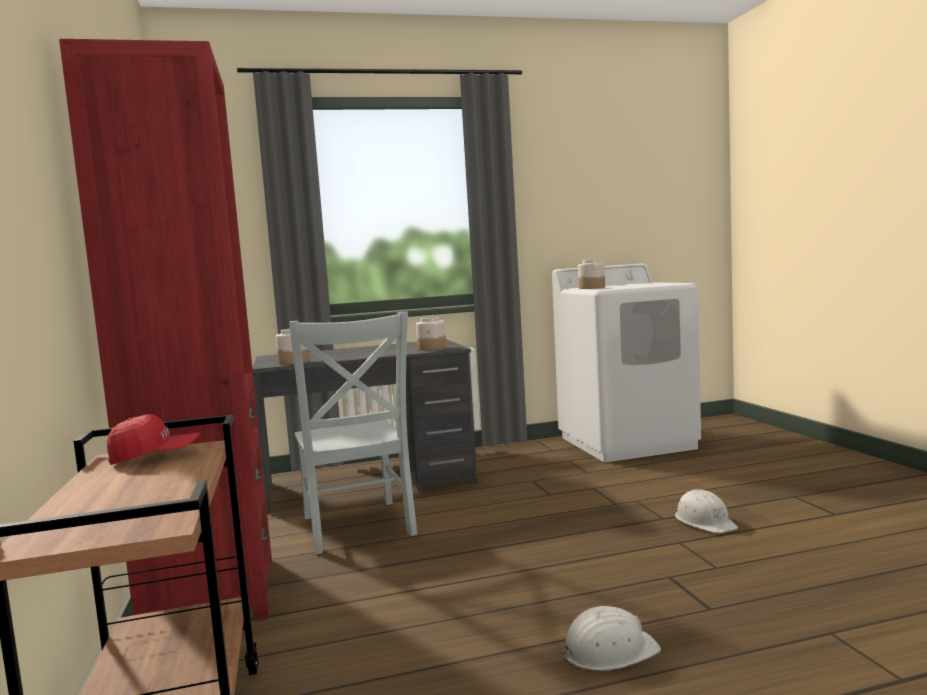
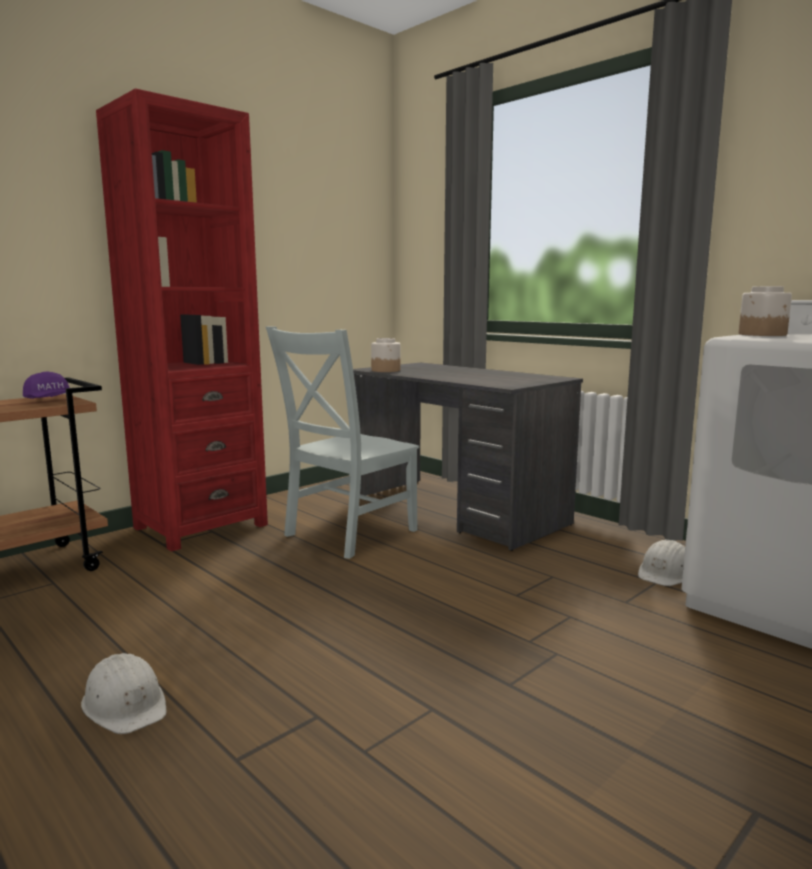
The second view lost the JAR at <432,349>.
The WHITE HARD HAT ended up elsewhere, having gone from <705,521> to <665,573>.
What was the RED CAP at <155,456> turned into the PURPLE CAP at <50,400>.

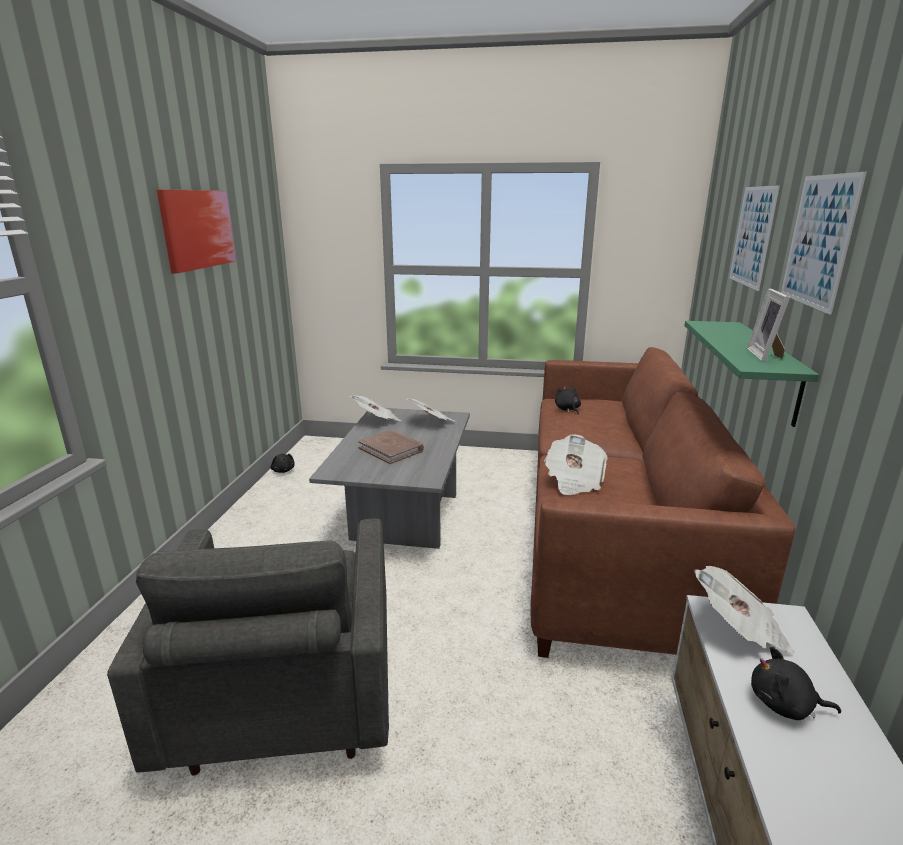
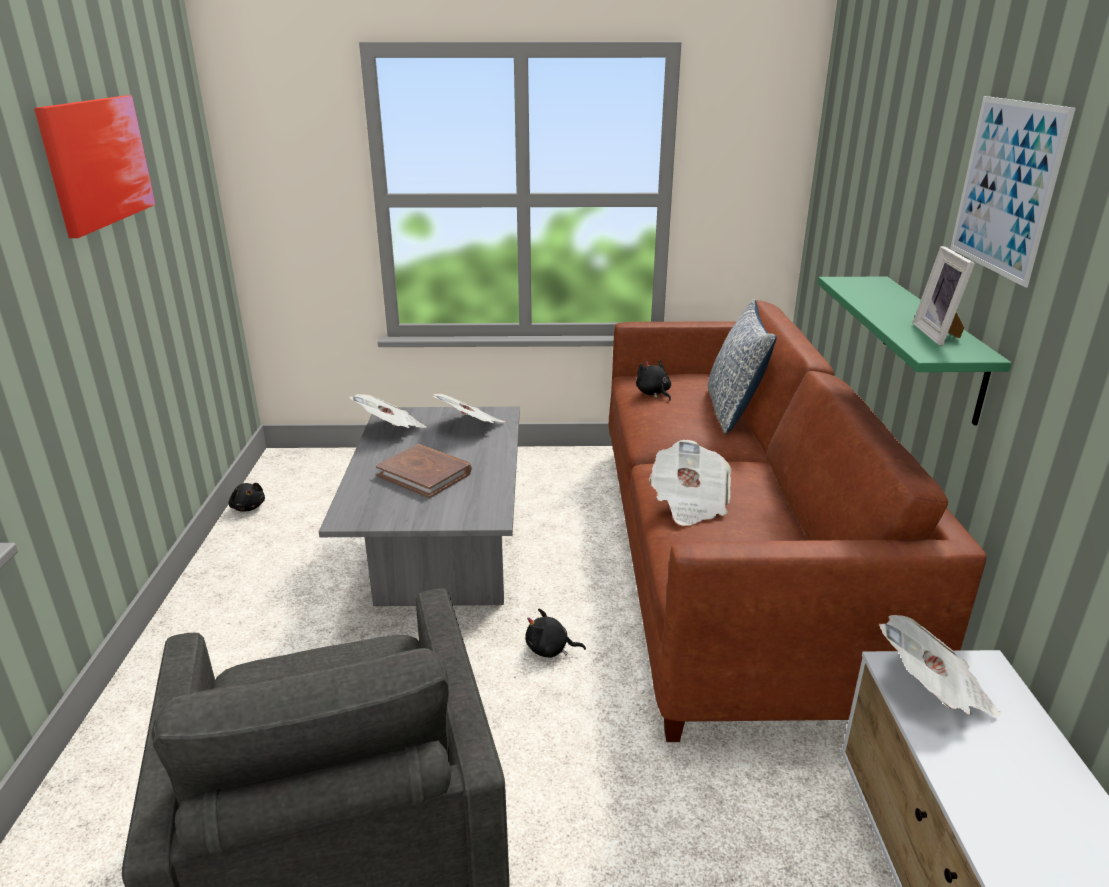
The second view lost the PICTURE at <752,236>.
The second view gained the PILLOW at <733,411>.
The BLACK PLUSH TOY ended up elsewhere, having gone from <784,705> to <550,649>.

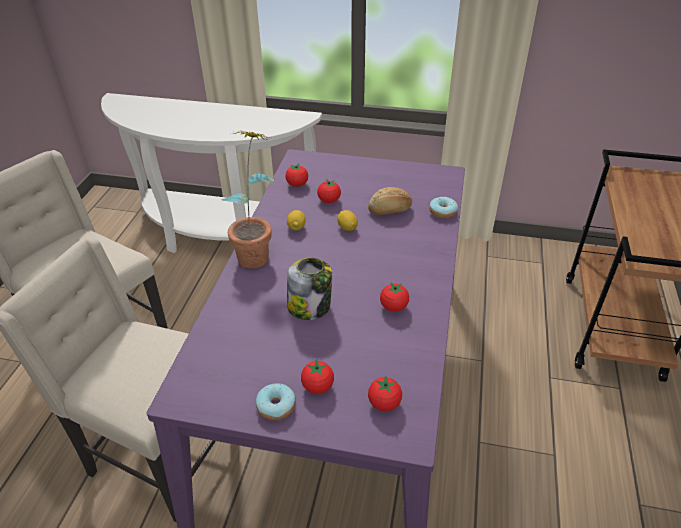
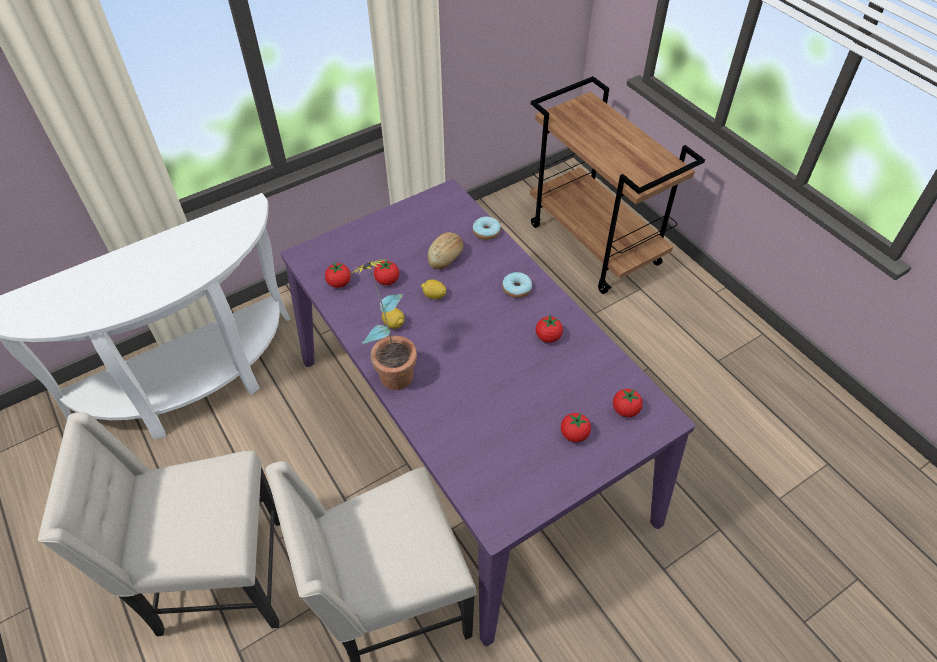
The second view lost the JAR at <310,307>.
The DONUT ended up elsewhere, having gone from <276,406> to <516,289>.

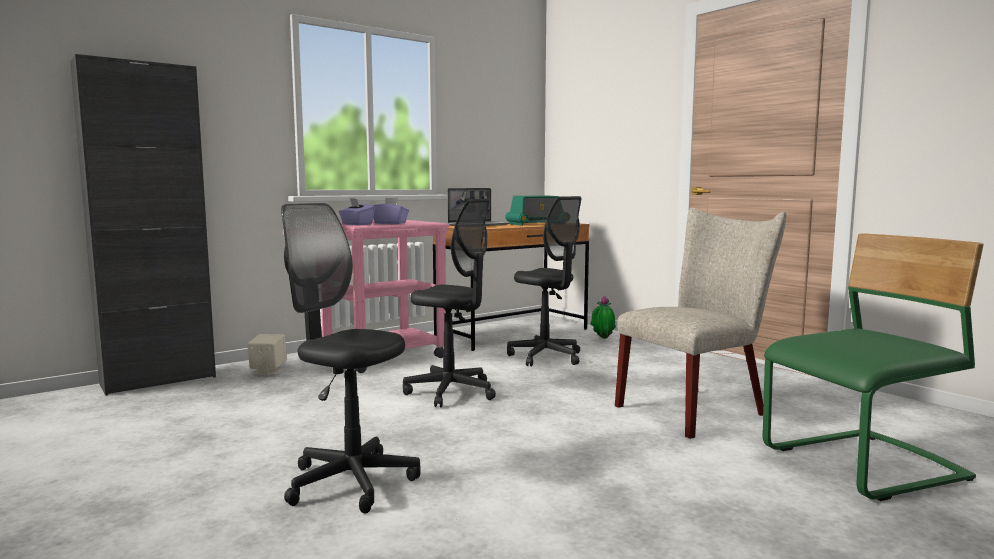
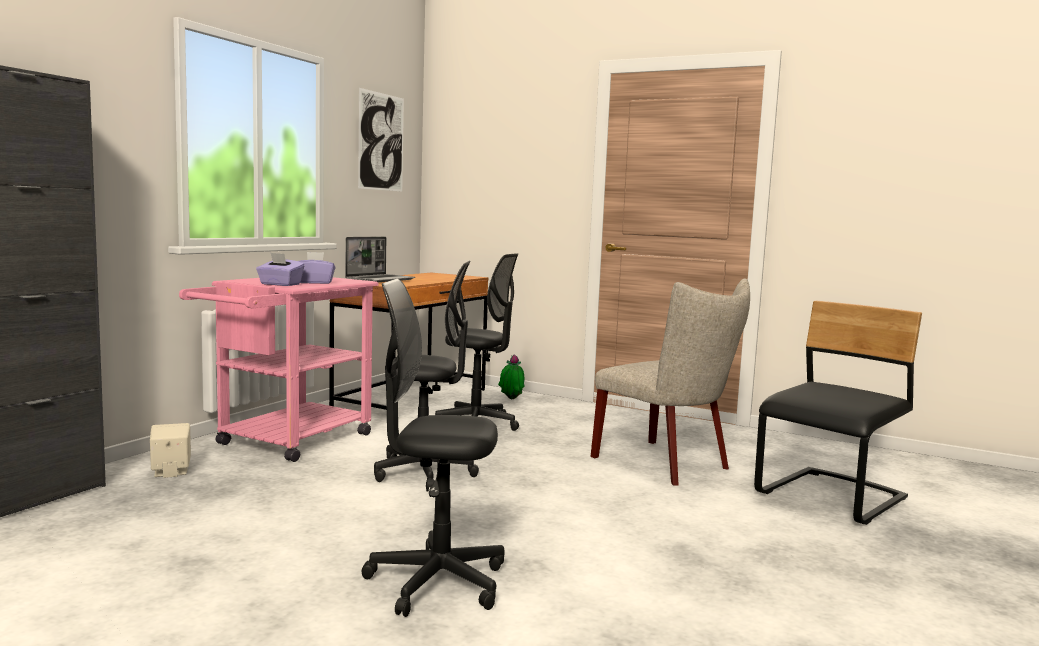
The second view lost the RADIO at <537,224>.
The second view gained the PICTURE at <381,142>.
What was the GREEN CHAIR at <864,466> turned into the BLACK CHAIR at <832,498>.
The BEIGE CHAIR at <697,409> ended up facing another way, 105 degrees clockwise from before.

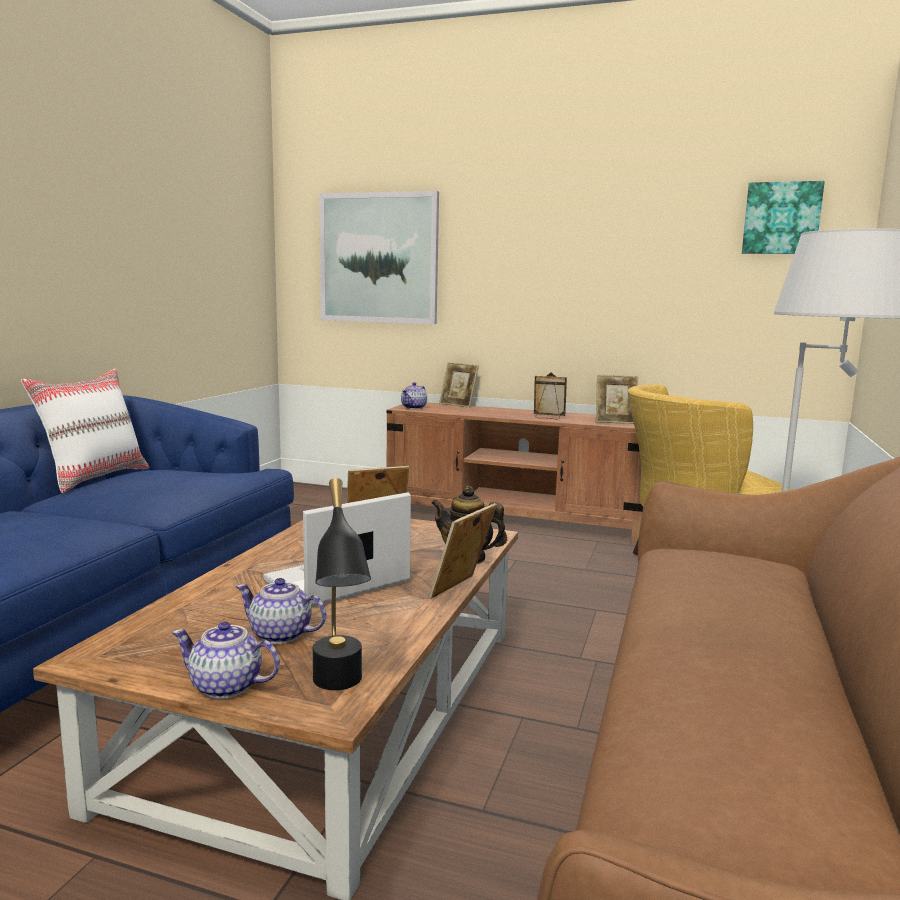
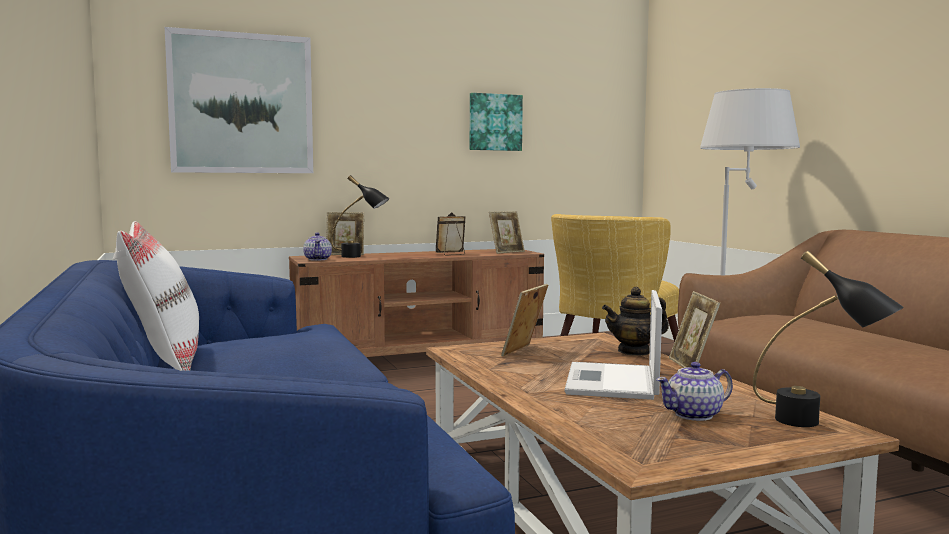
The second view lost the TEAPOT at <226,687>.
The second view gained the BLACK TABLE LAMP at <360,257>.
The PICTURE ended up elsewhere, having gone from <781,218> to <495,122>.

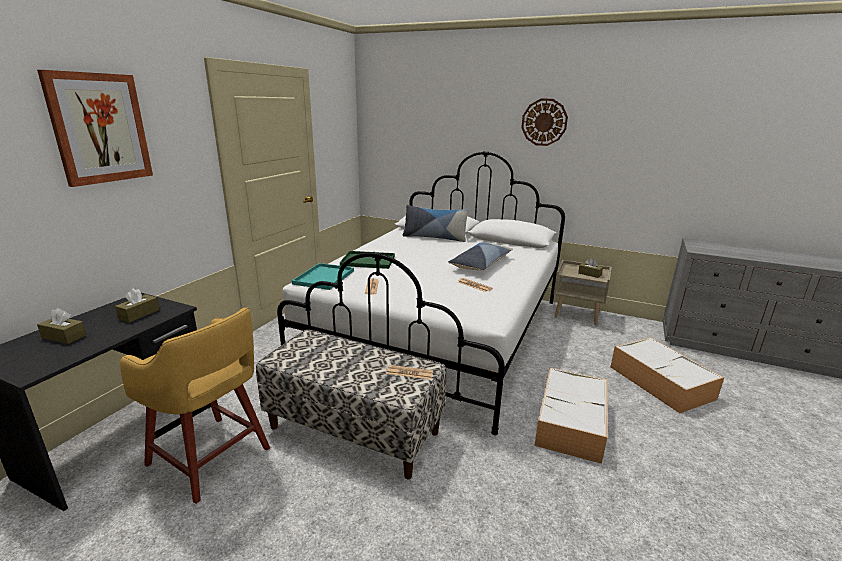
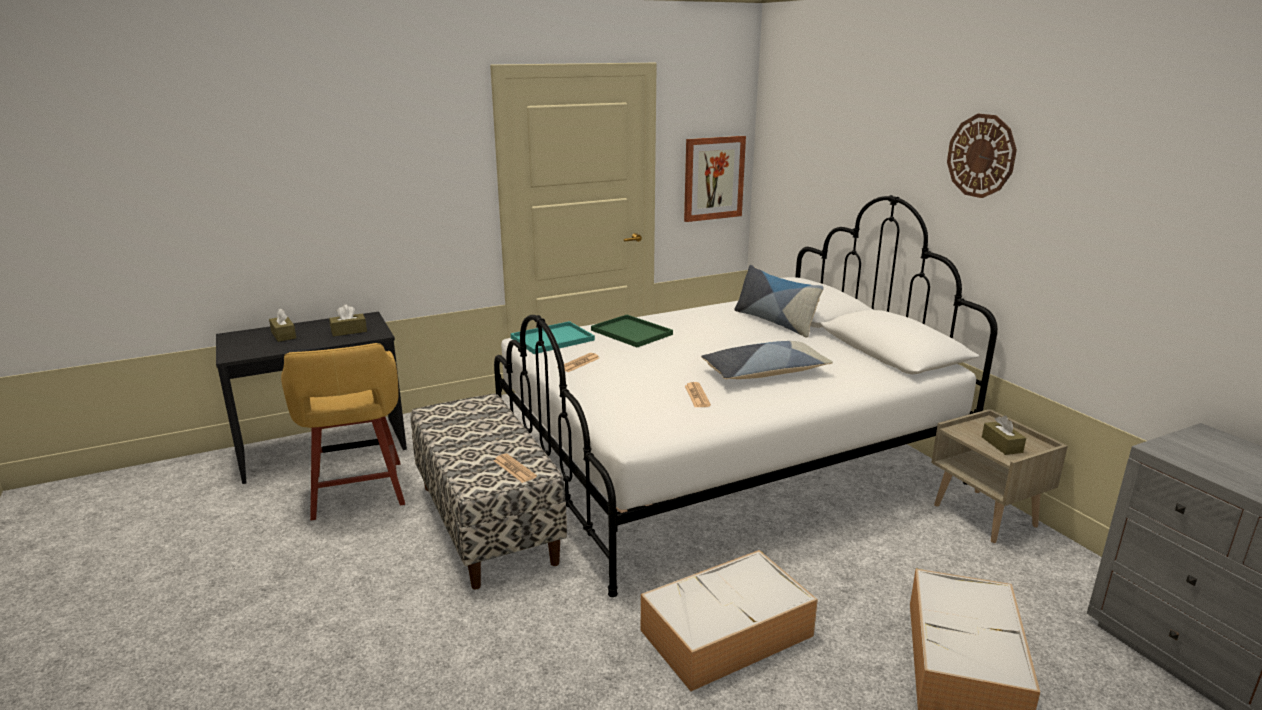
The PICTURE ended up elsewhere, having gone from <100,128> to <713,178>.

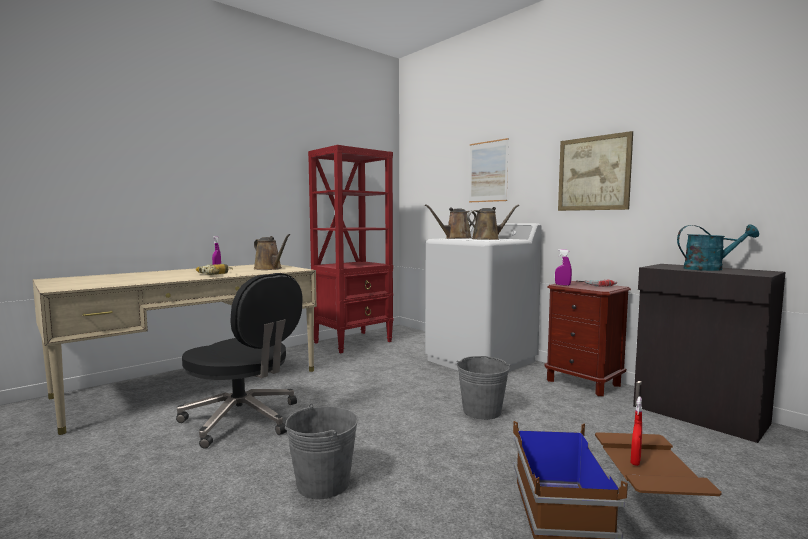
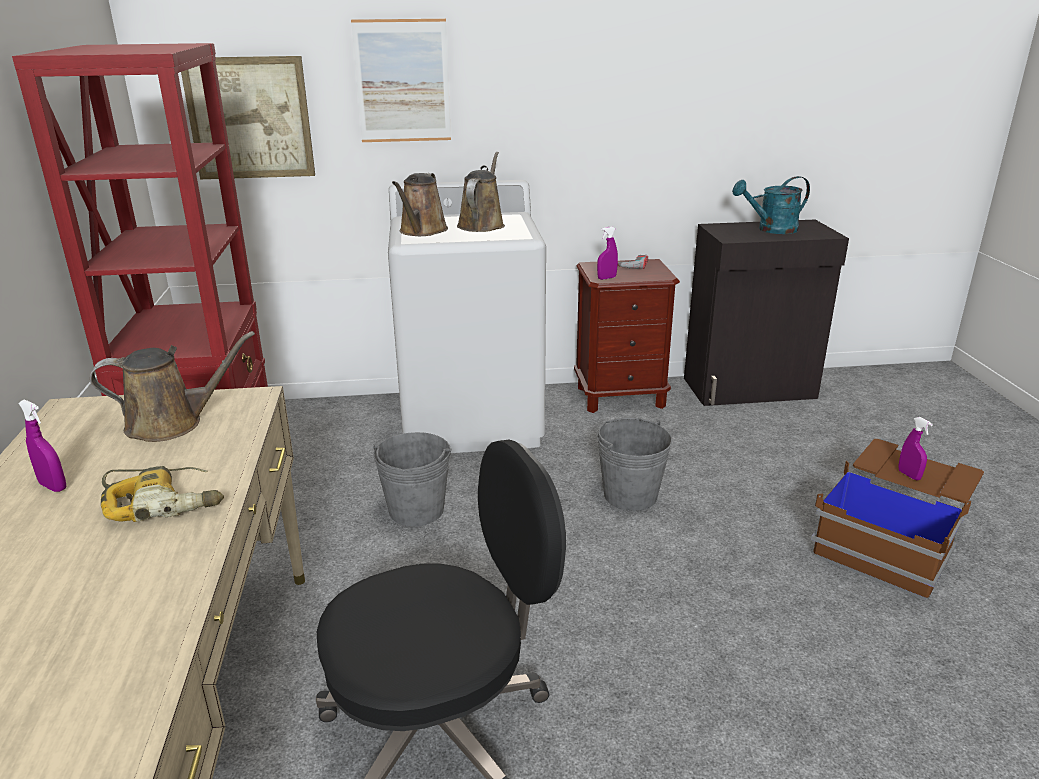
The GREY BUCKET ended up elsewhere, having gone from <323,483> to <416,510>.
The PICTURE ended up elsewhere, having gone from <593,173> to <250,118>.
What was the RED SPRAY BOTTLE at <635,461> turned into the PURPLE SPRAY BOTTLE at <909,475>.
The TURQUOISE WATERING CAN at <710,269> ended up facing another way, 150 degrees counterclockwise from before.

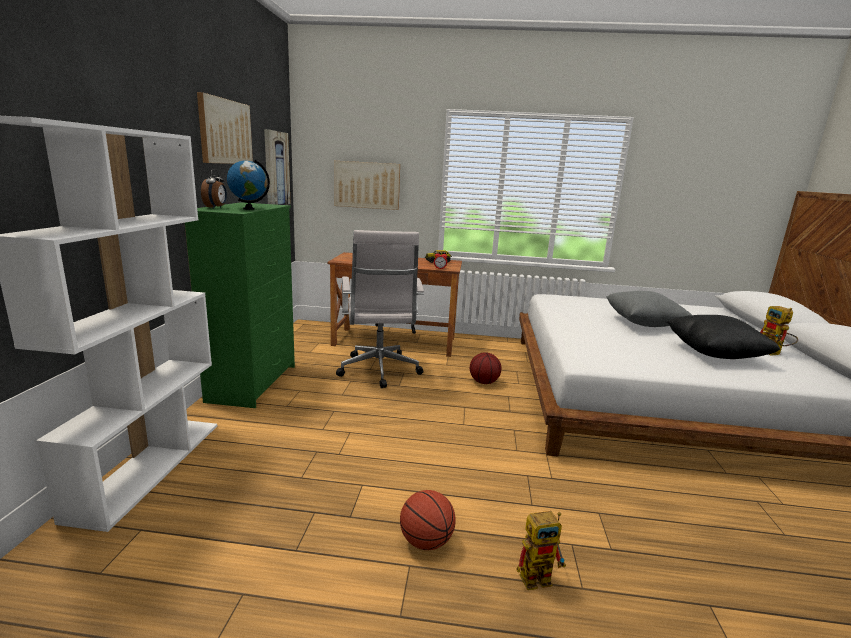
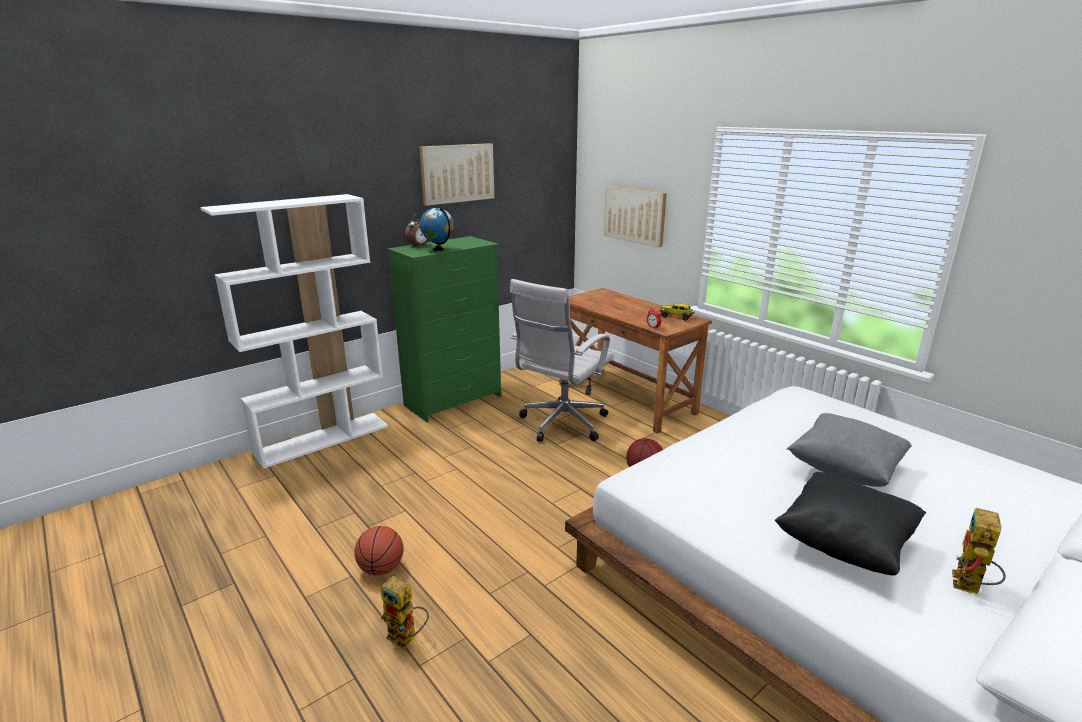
The second view lost the PICTURE at <276,168>.

